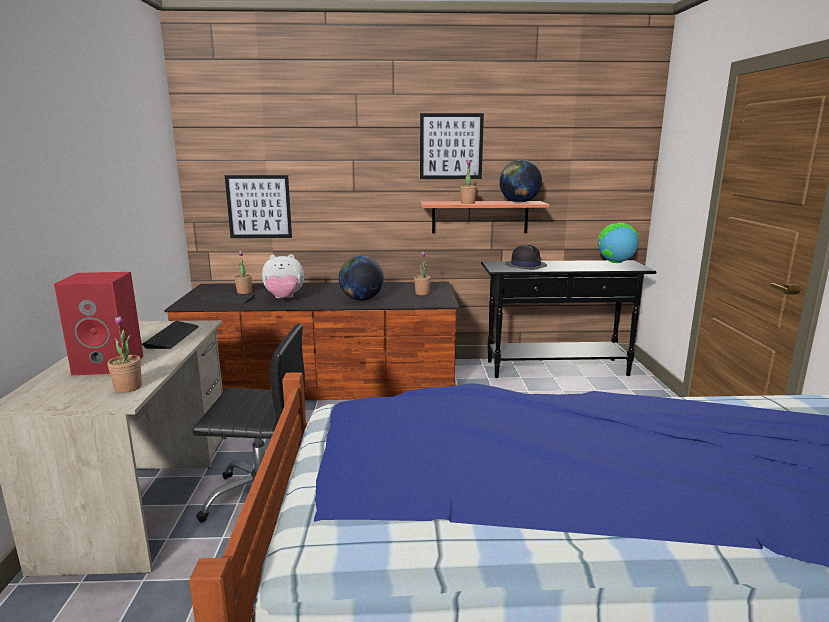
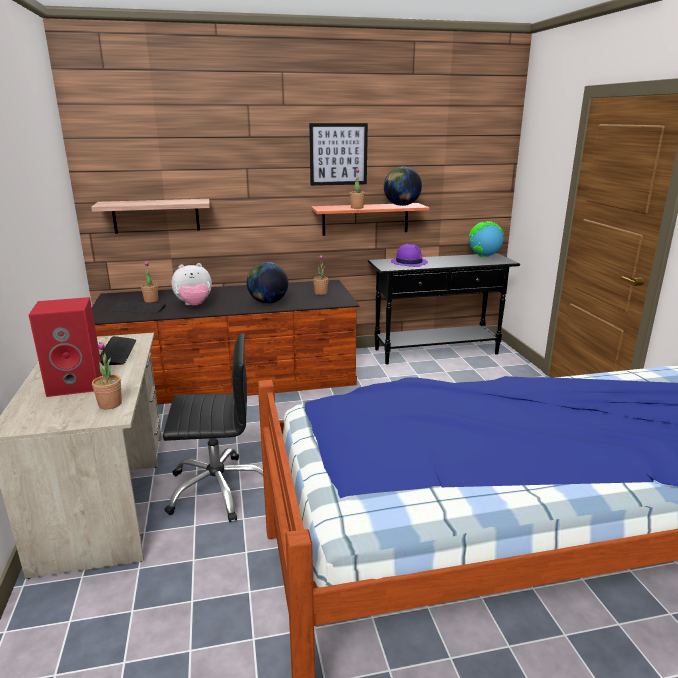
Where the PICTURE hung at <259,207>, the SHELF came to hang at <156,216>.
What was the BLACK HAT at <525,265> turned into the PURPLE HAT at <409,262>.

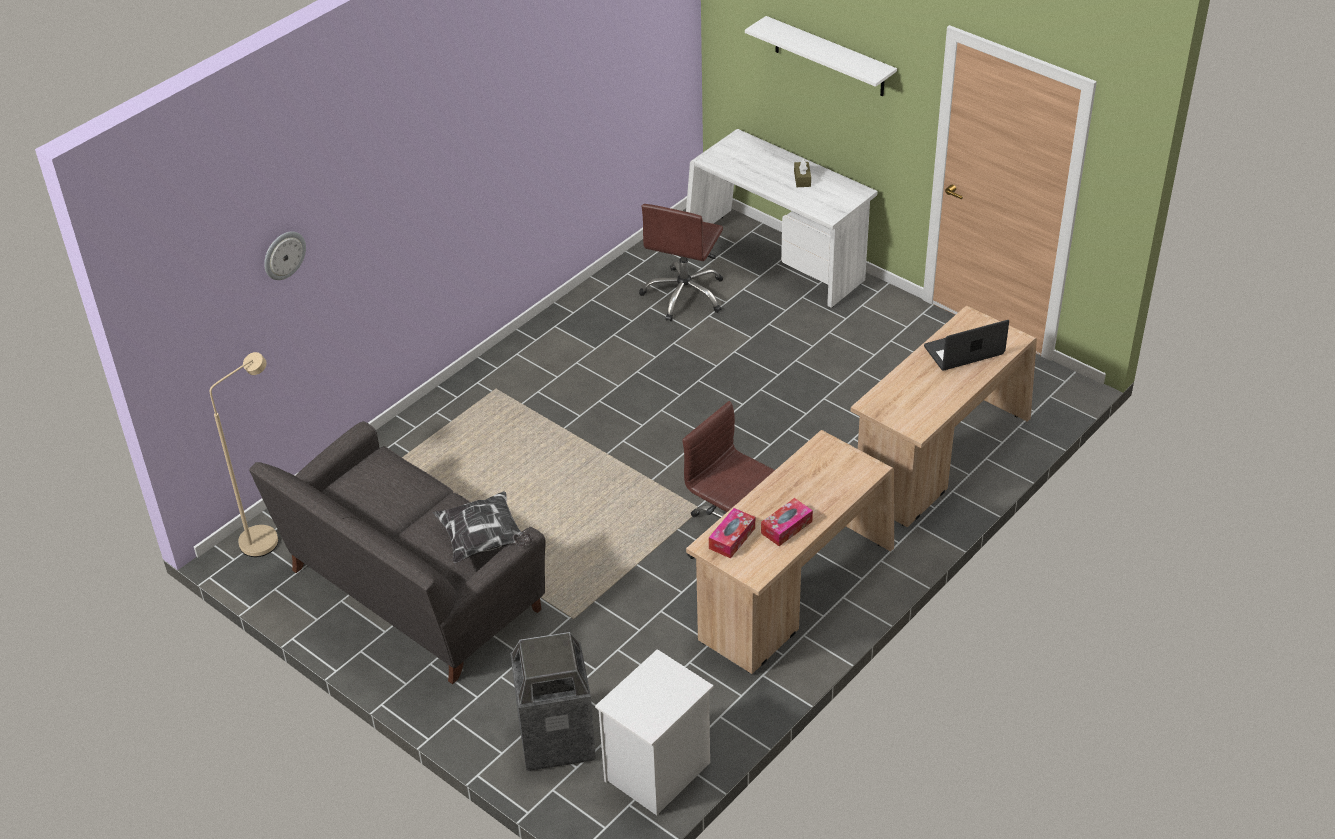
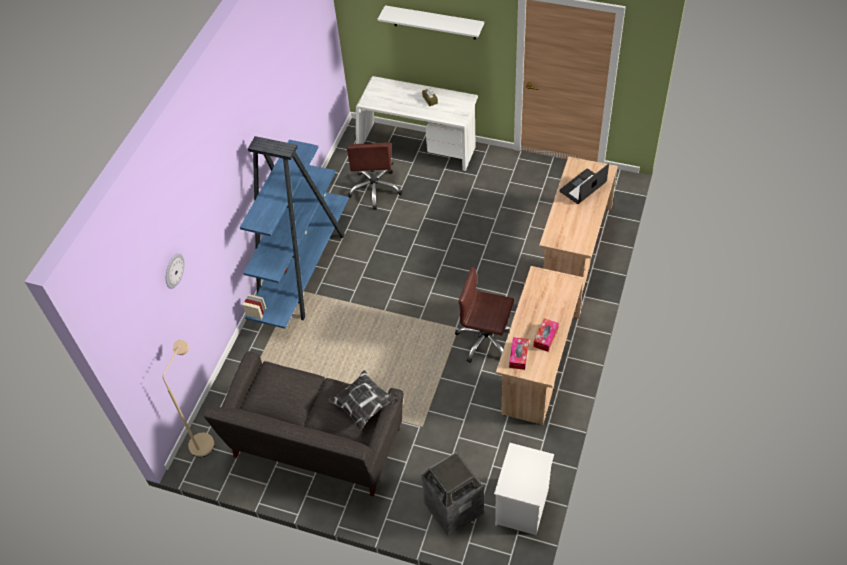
The second view gained the BLUE BOOKCASE at <302,269>.

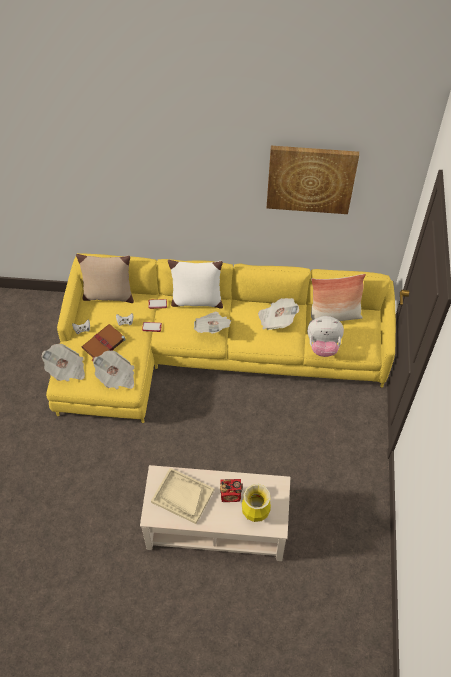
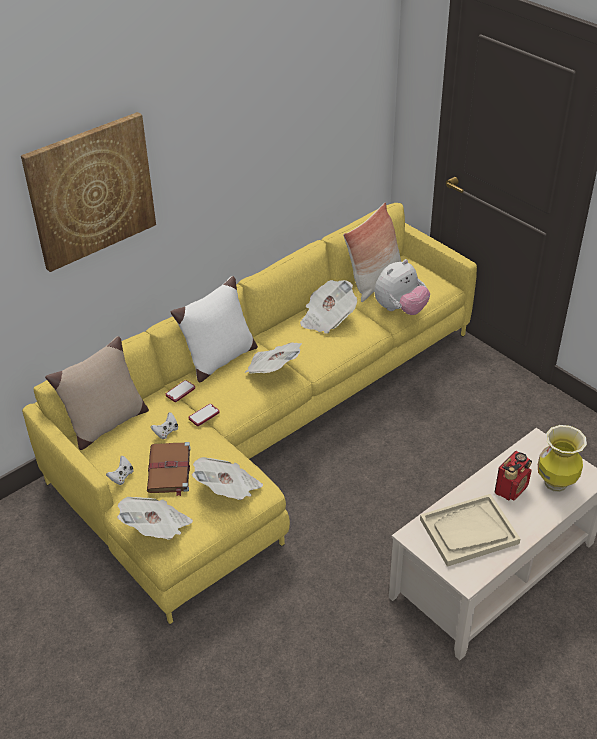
The PICTURE ended up elsewhere, having gone from <310,179> to <91,191>.

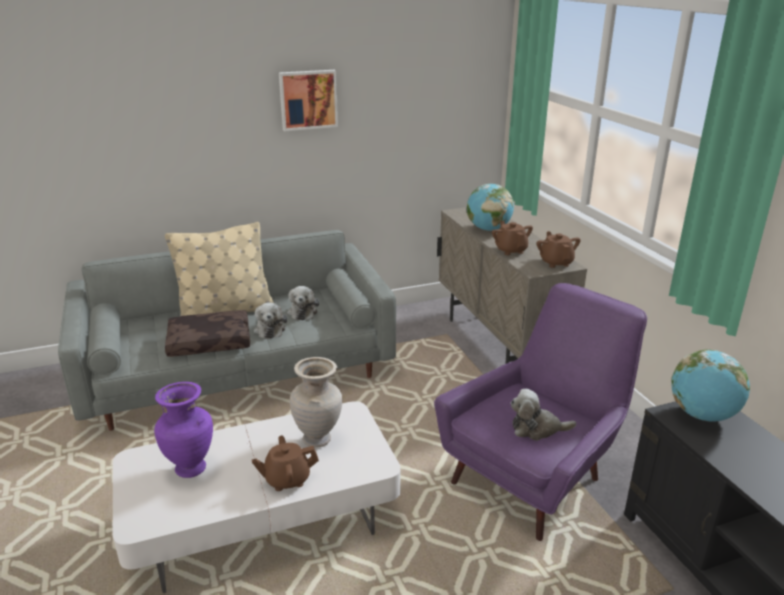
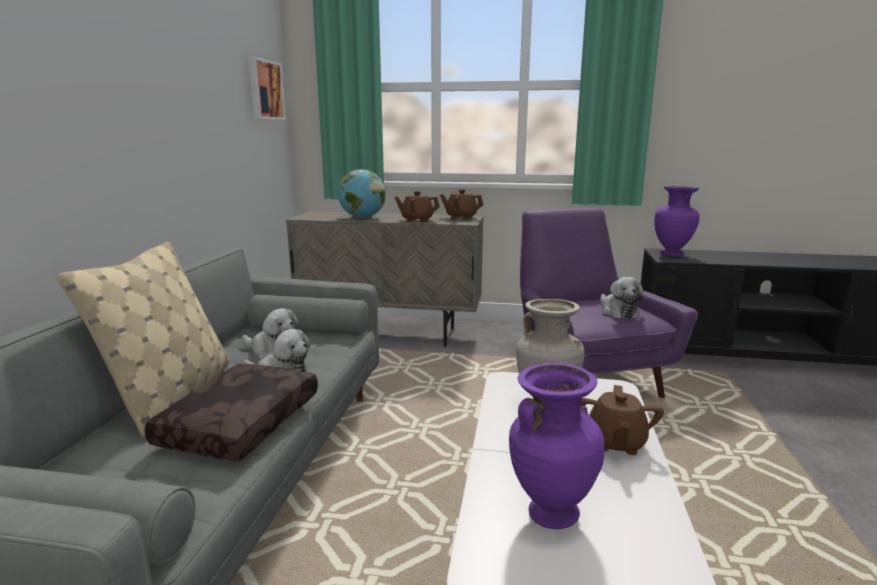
The PICTURE ended up elsewhere, having gone from <308,99> to <264,90>.
Where the GLOBE stood at <702,415>, the PURPLE VASE came to stand at <672,254>.
The PLUSH TOY at <537,428> ended up facing another way, 45 degrees counterclockwise from before.

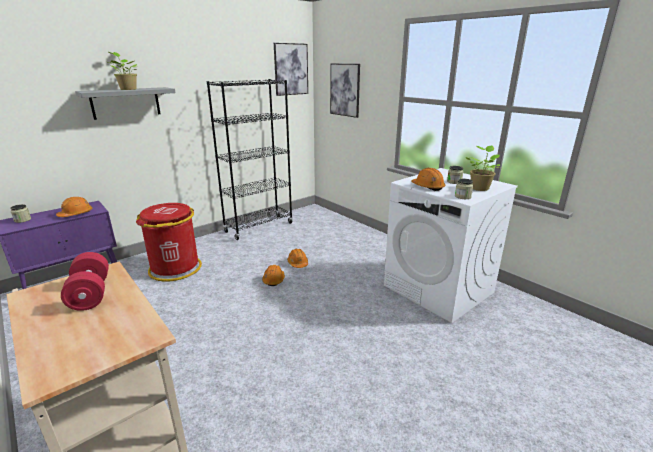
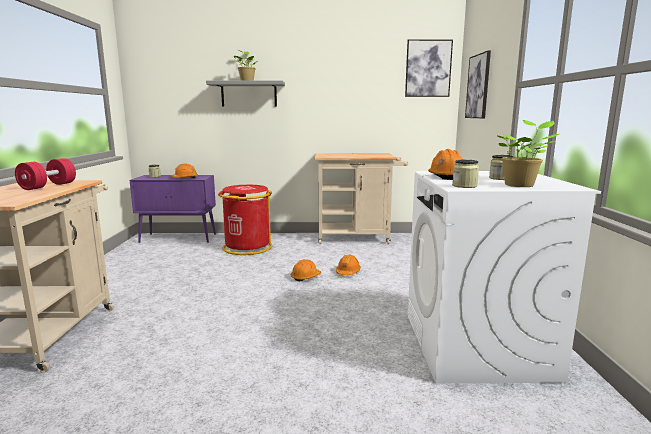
Where the BLACK BOOKCASE stood at <259,227>, the BEIGE CART came to stand at <358,238>.

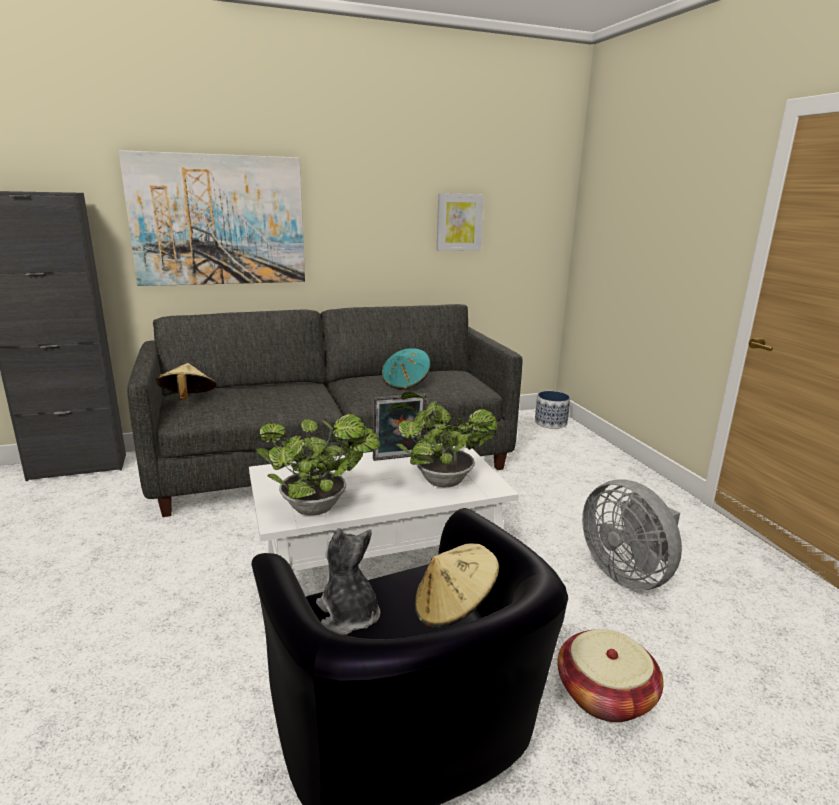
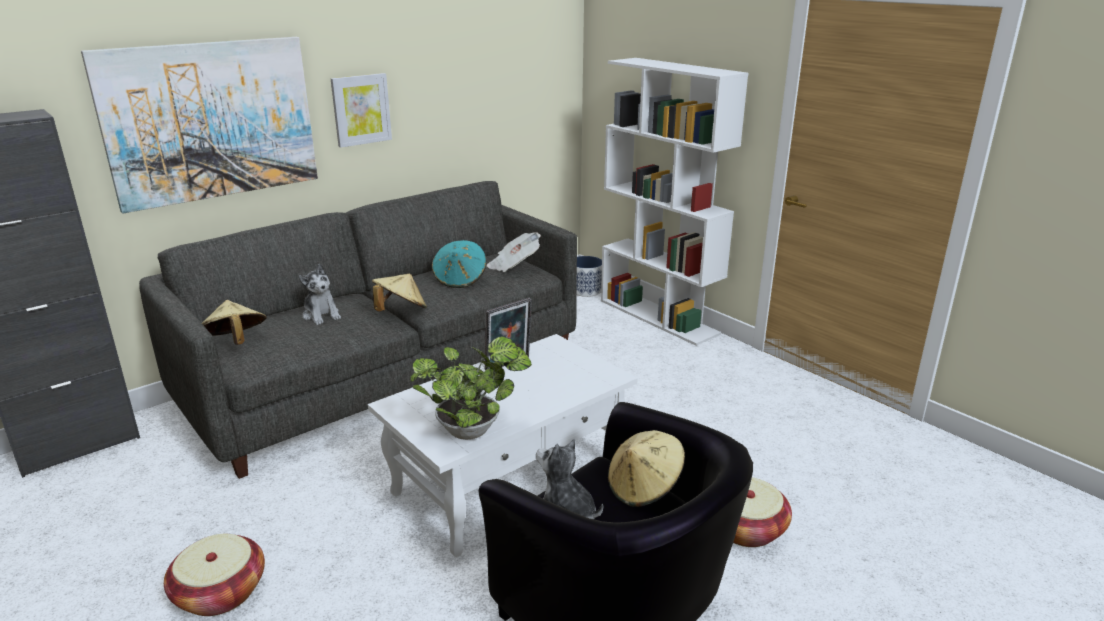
The second view lost the POTTED PLANT at <439,480>.
The second view lost the GREY FAN at <627,573>.
The second view gained the BASKET at <220,592>.
The second view gained the PLUSH TOY at <321,315>.
The second view gained the BEIGE HAT at <400,311>.
The second view gained the NEWSPAPER at <514,265>.
The second view gained the WHITE BOOKCASE at <659,317>.
The PICTURE ended up elsewhere, having gone from <459,222> to <361,109>.

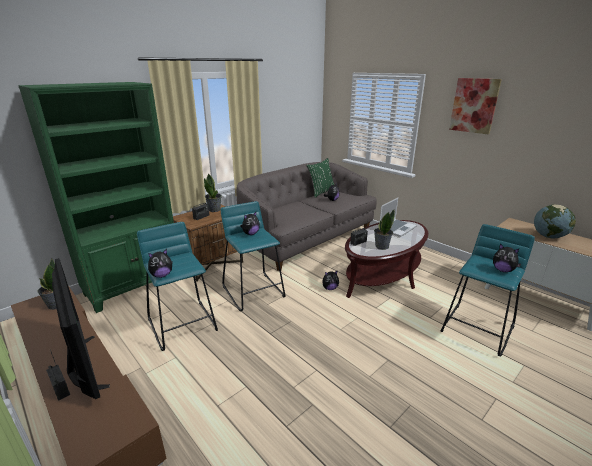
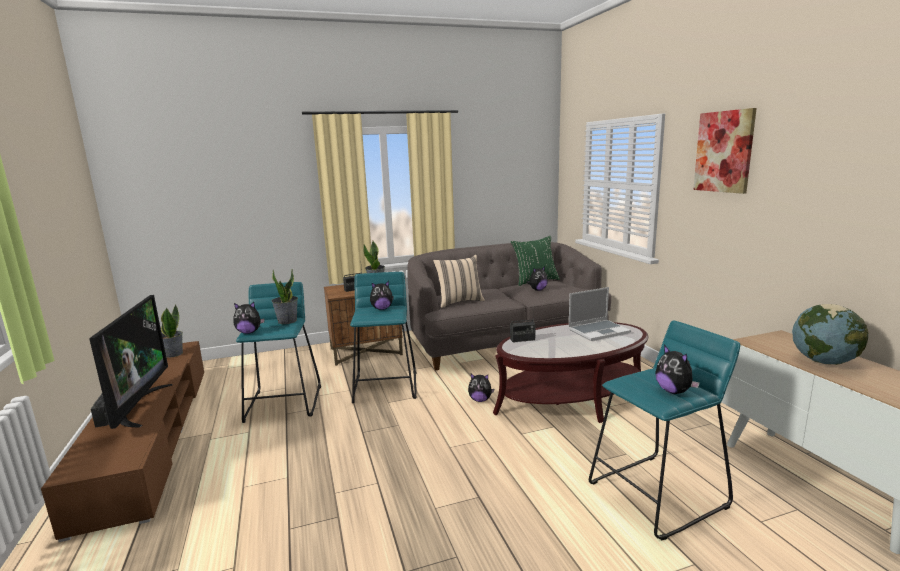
The second view lost the GREEN BOOKCASE at <134,287>.
The second view gained the BEIGE PILLOW at <459,302>.
The POTTED PLANT ended up elsewhere, having gone from <381,246> to <287,321>.

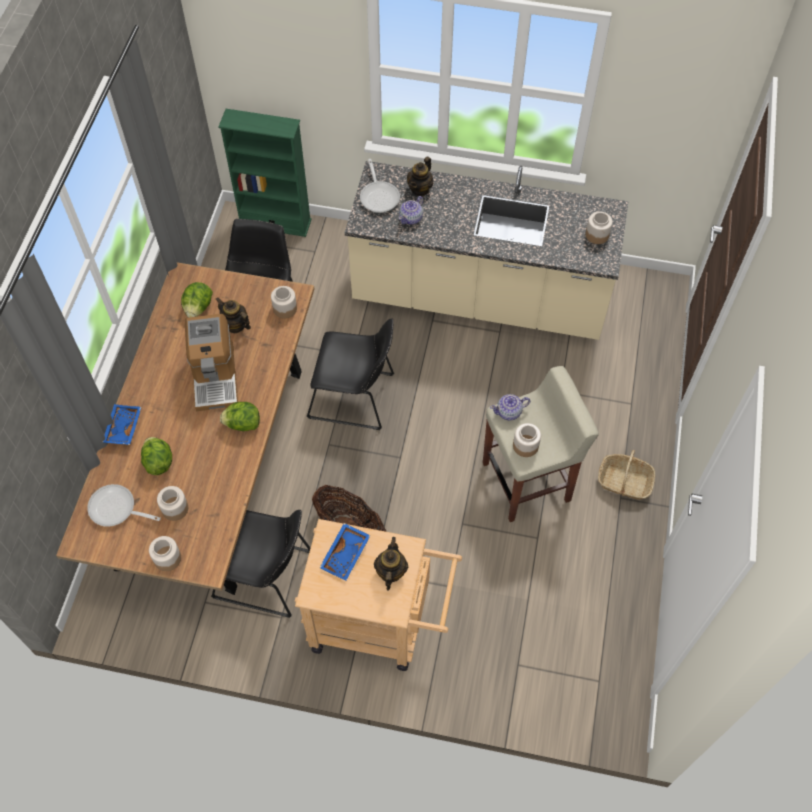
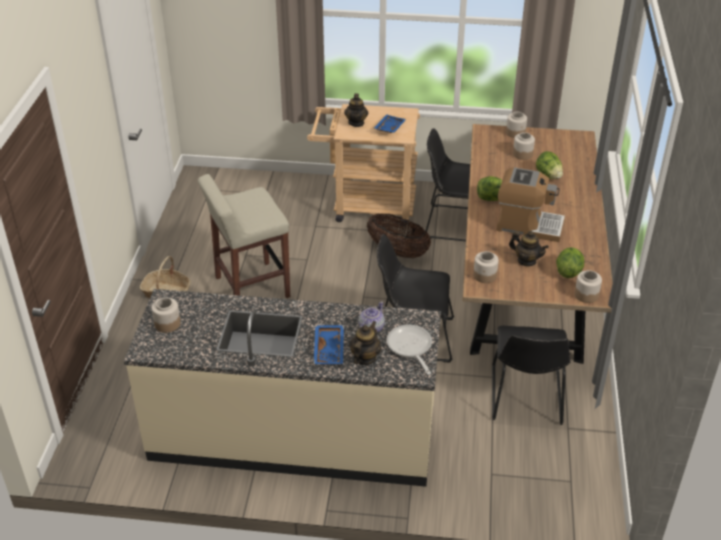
The second view lost the FRYING PAN at <116,509>.
The second view lost the GREEN BOOKCASE at <275,222>.
The second view lost the TEAPOT at <509,412>.
The BLUE TRAY ended up elsewhere, having gone from <122,427> to <330,349>.
The JAR ended up elsewhere, having gone from <525,446> to <586,295>.
The COFFEE MACHINE at <215,376> ended up facing another way, 120 degrees clockwise from before.

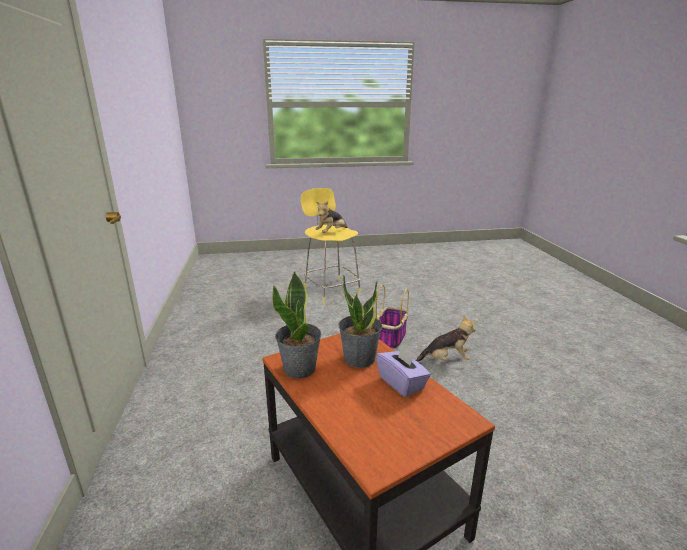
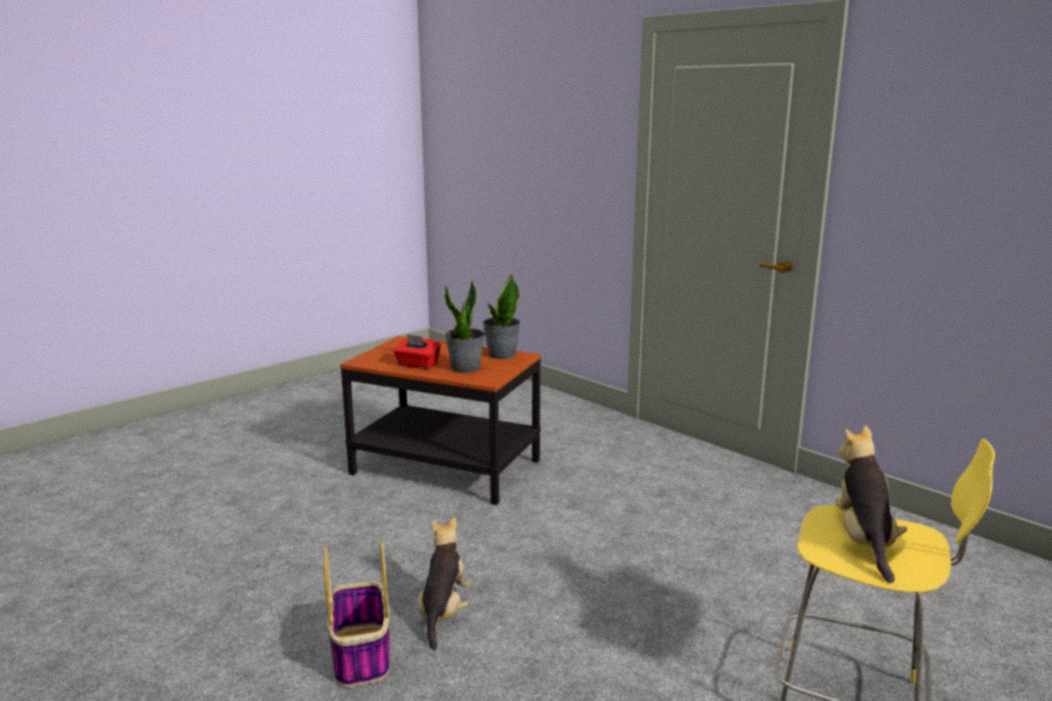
The BASKET ended up elsewhere, having gone from <390,338> to <361,656>.
What was the PURPLE TISSUE BOX at <402,383> turned into the RED TISSUE BOX at <417,365>.
The PLUSH TOY at <446,360> ended up facing another way, 135 degrees clockwise from before.

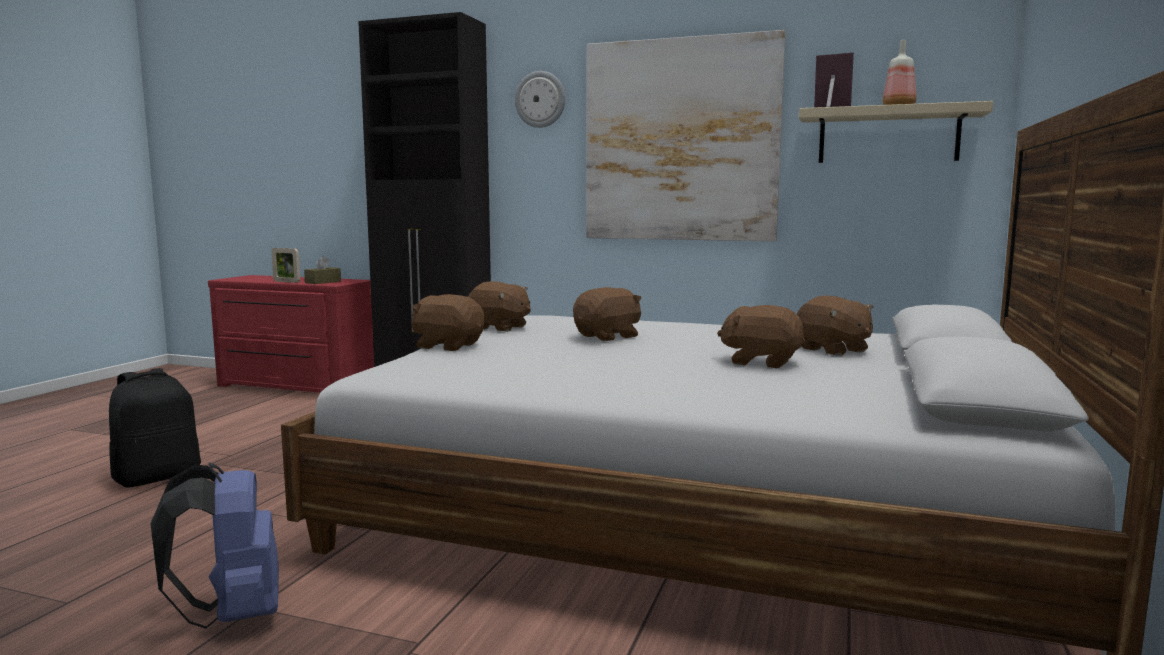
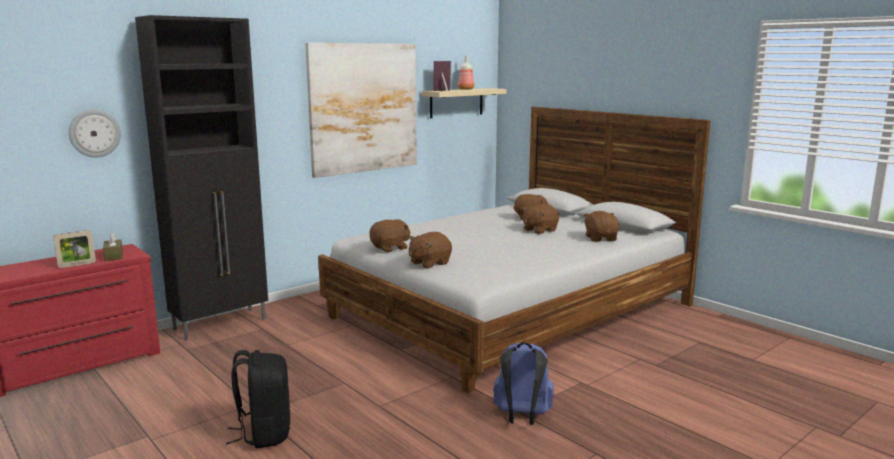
The WALL CLOCK ended up elsewhere, having gone from <540,99> to <94,133>.
The BROWN PLUSH TOY ended up elsewhere, having gone from <608,336> to <601,238>.

